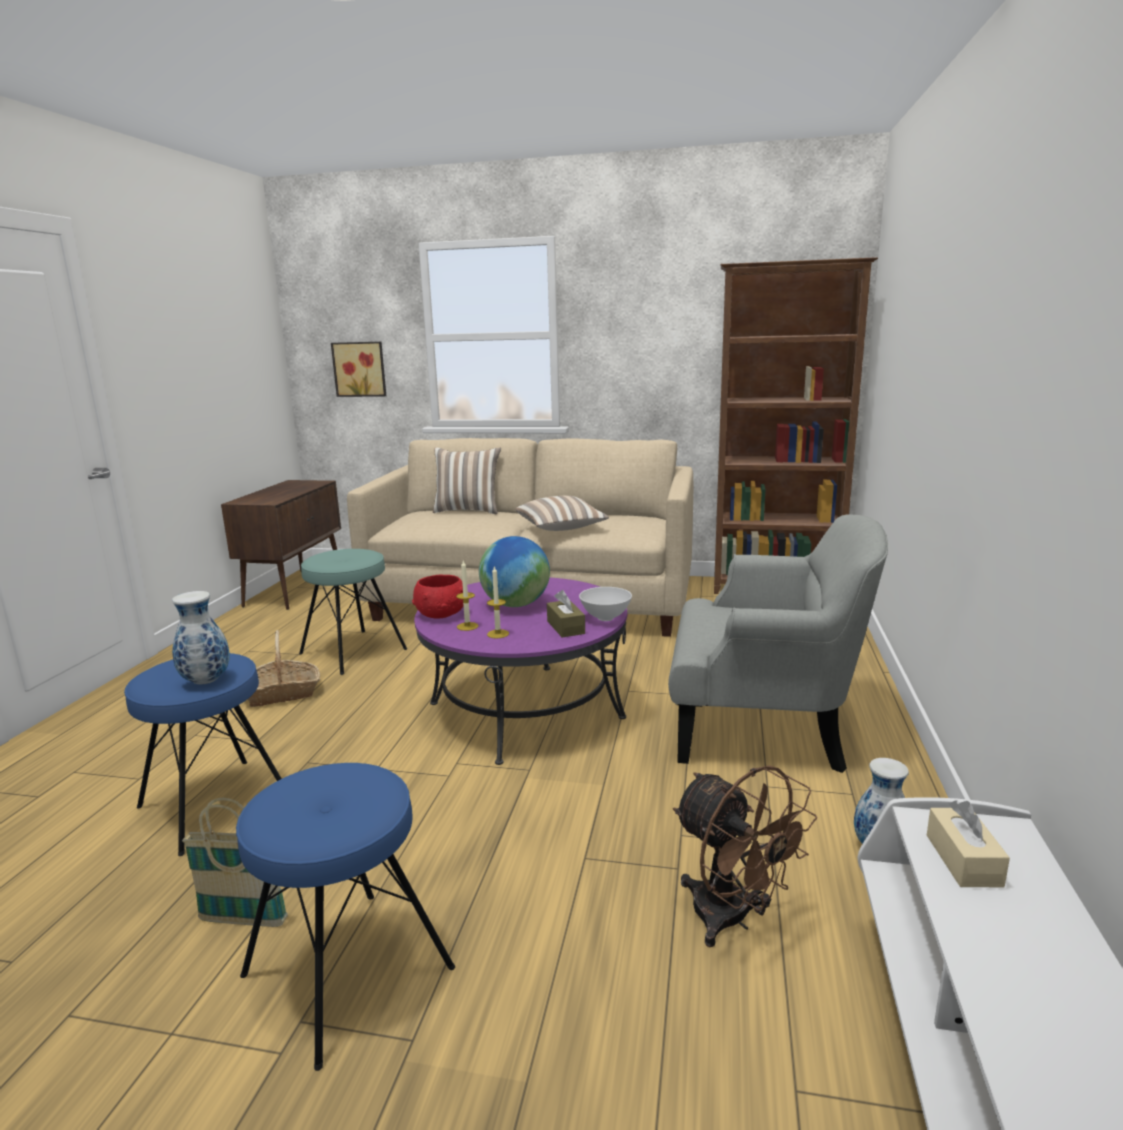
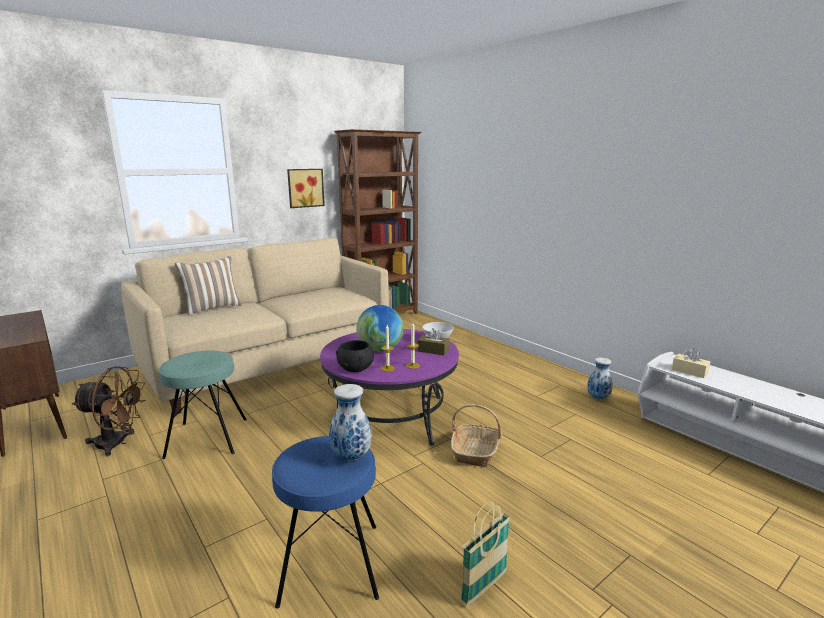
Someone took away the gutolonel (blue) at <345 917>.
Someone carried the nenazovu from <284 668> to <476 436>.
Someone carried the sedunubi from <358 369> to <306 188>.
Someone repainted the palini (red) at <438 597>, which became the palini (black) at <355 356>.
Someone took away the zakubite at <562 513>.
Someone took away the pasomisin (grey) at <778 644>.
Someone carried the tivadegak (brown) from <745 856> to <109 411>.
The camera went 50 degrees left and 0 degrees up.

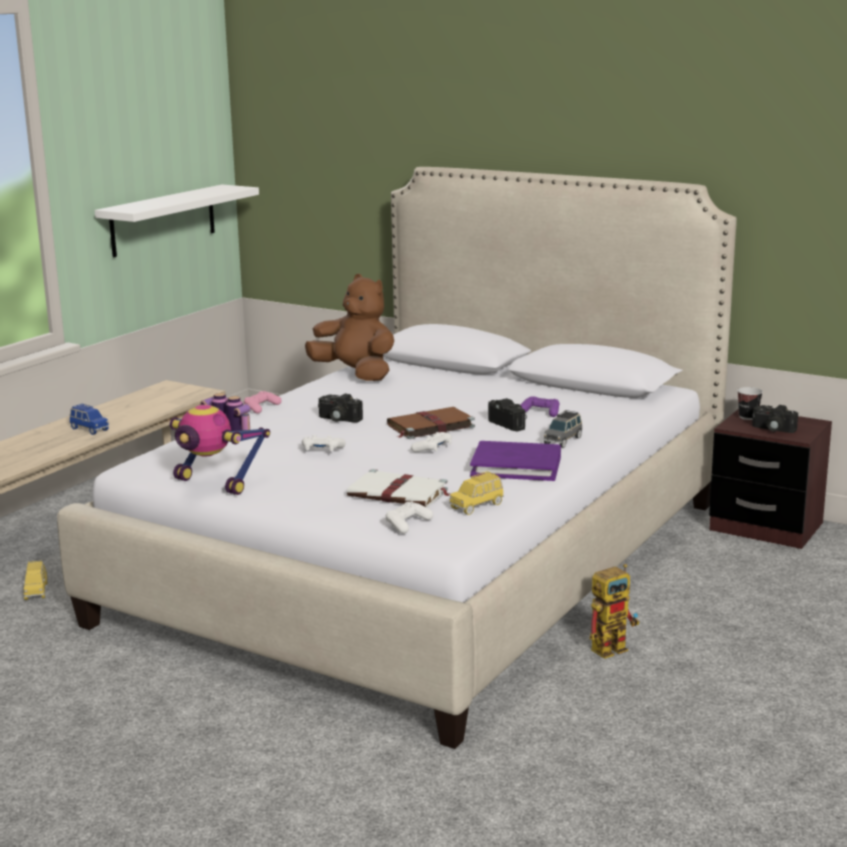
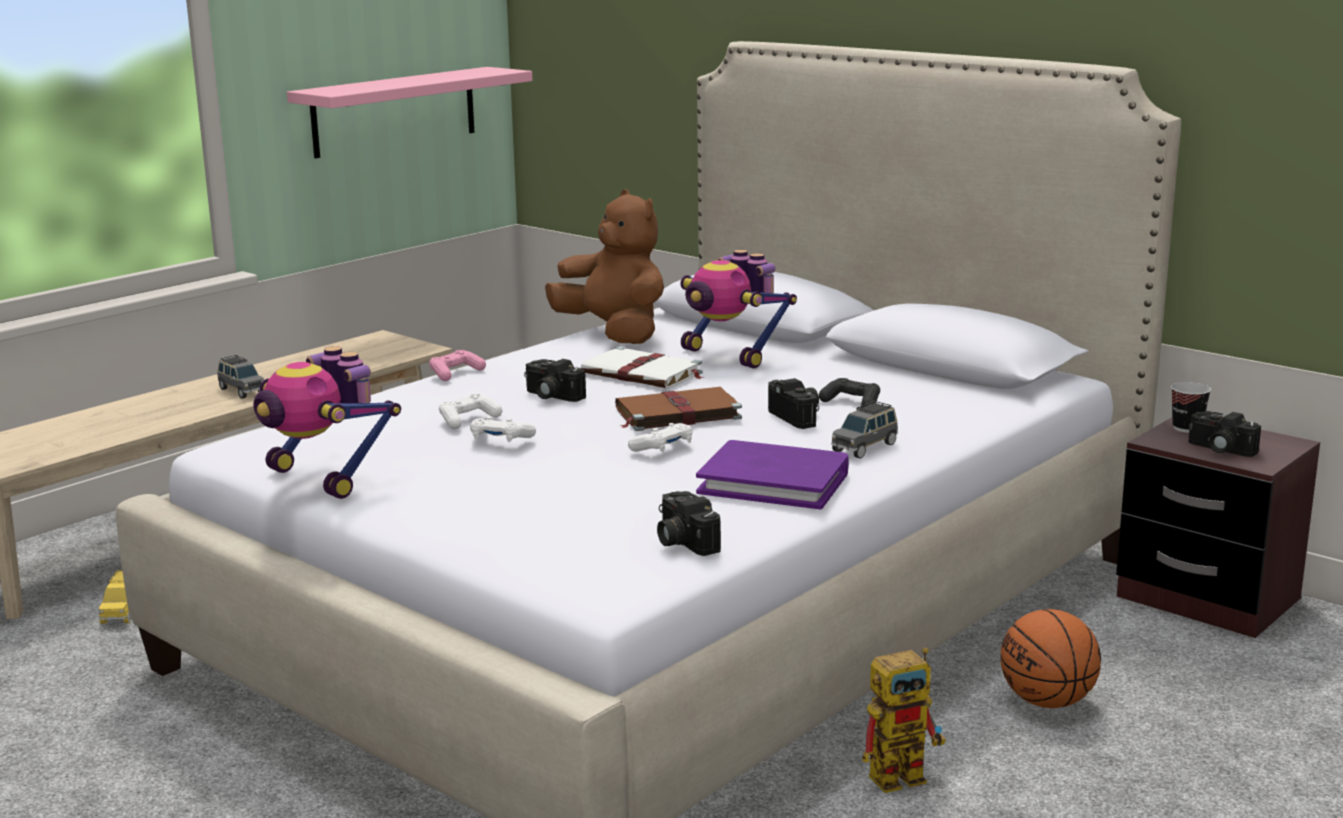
Someone repainted the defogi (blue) at <89 419>, which became the defogi (grey) at <241 377>.
Someone repainted the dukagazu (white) at <176 220>, which became the dukagazu (pink) at <409 112>.
Someone carried the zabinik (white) from <398 488> to <642 367>.
Someone carried the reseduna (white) from <409 518> to <470 411>.
Someone swapped the defogi (yellow) at <476 493> for the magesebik at <689 523>.
Someone repainted the reseduna (purple) at <540 406>, which became the reseduna (black) at <849 393>.
Someone put down the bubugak at <738 309>.
Someone put down the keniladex at <1050 658>.
The camera went 10 degrees right and 0 degrees up.

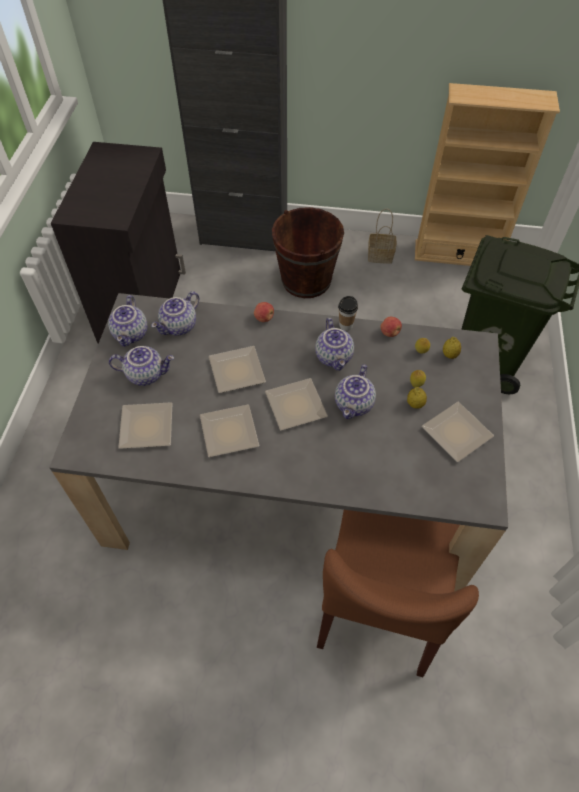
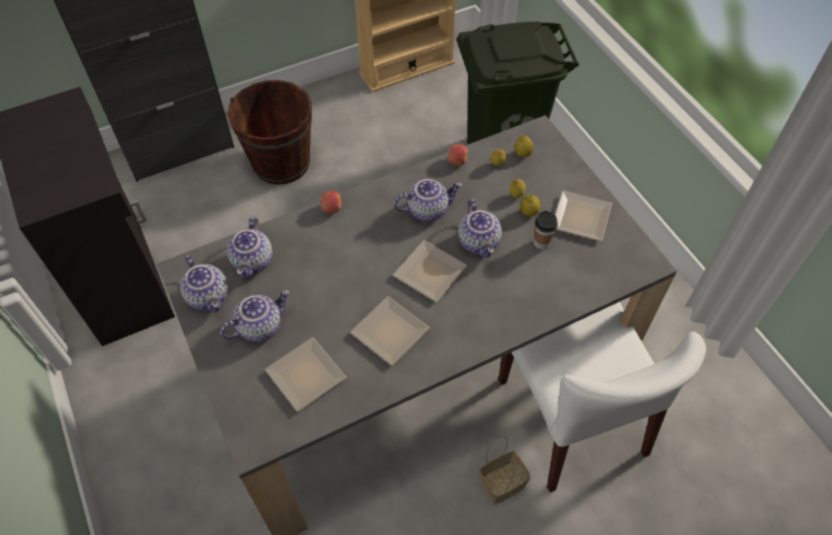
Someone took away the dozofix at <237 369>.
Someone rotated the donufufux at <334 344> by 60 degrees counterclockwise.
Someone repainted the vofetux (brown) at <398 593>, which became the vofetux (white) at <602 397>.
Someone carried the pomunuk from <348 313> to <546 230>.
Someone carried the nenazovu from <382 236> to <505 470>.
The camera went 35 degrees left and 0 degrees up.

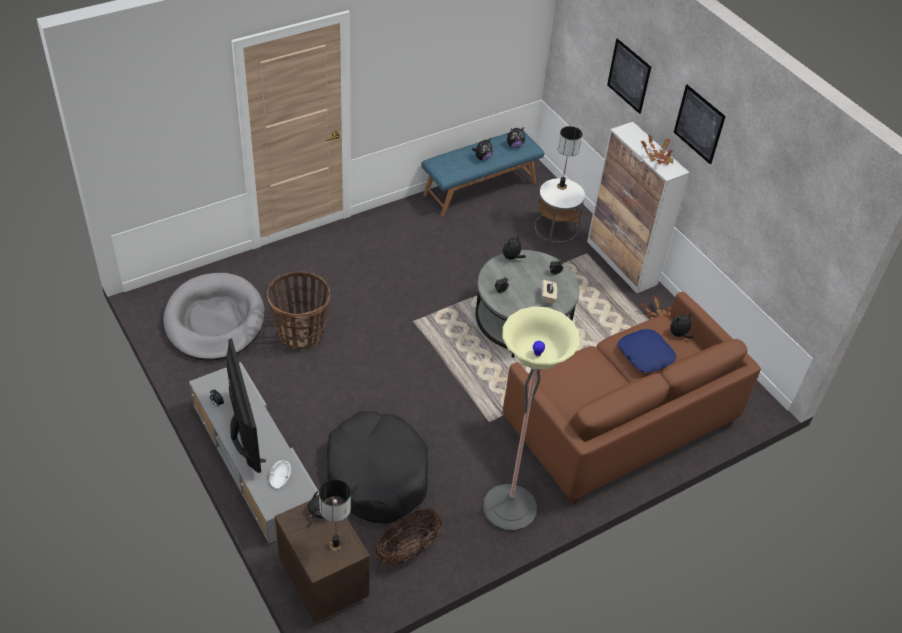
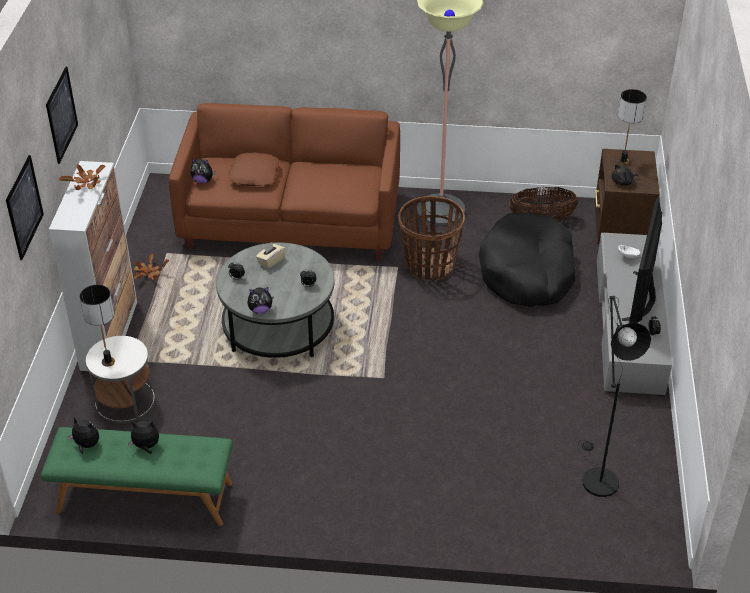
Someone swapped the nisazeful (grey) at <214 317> for the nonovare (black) at <614 396>.
Someone carried the nenazovu from <298 310> to <431 238>.
Someone repainted the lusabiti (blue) at <482 174>, which became the lusabiti (green) at <137 476>.
Someone repainted the zakubite (blue) at <647 350>, which became the zakubite (brown) at <254 169>.
The camera went 140 degrees left and 5 degrees down.

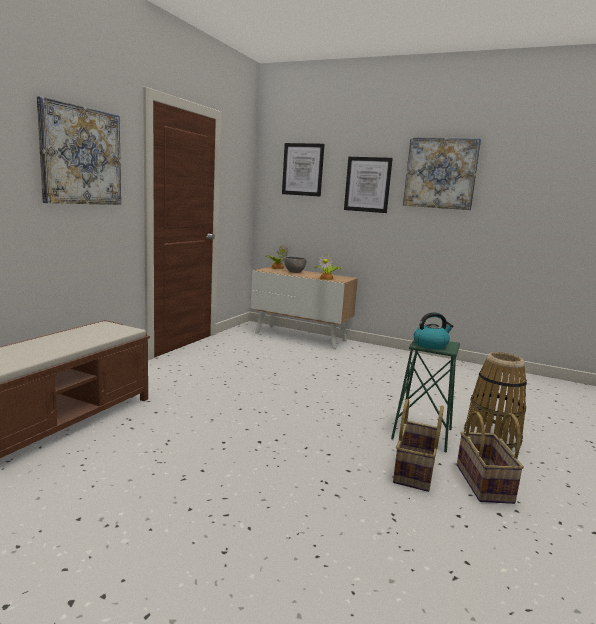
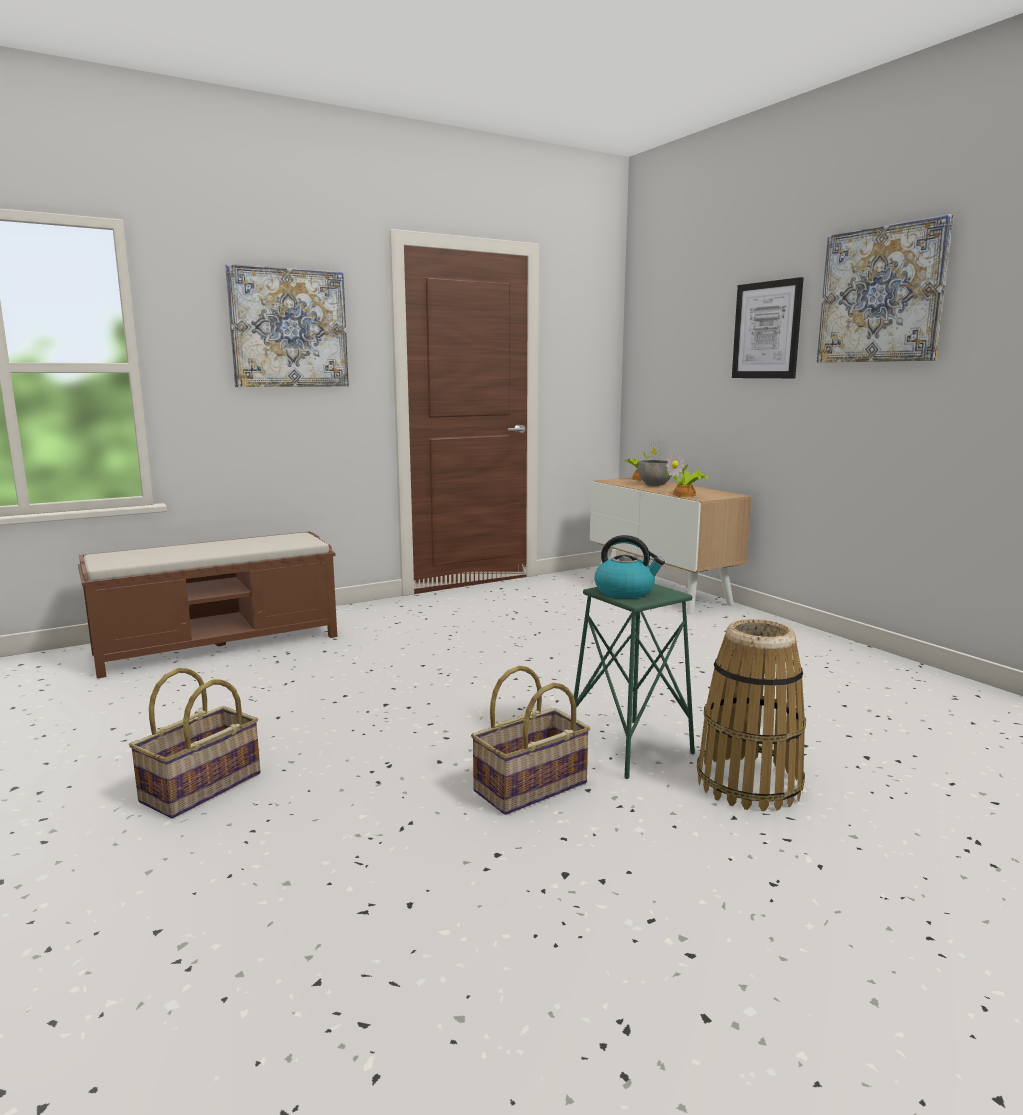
Someone took away the sedunubi at <303 170>.
Someone carried the nenazovu from <490 457> to <195 743>.
The camera went 35 degrees right and 0 degrees up.

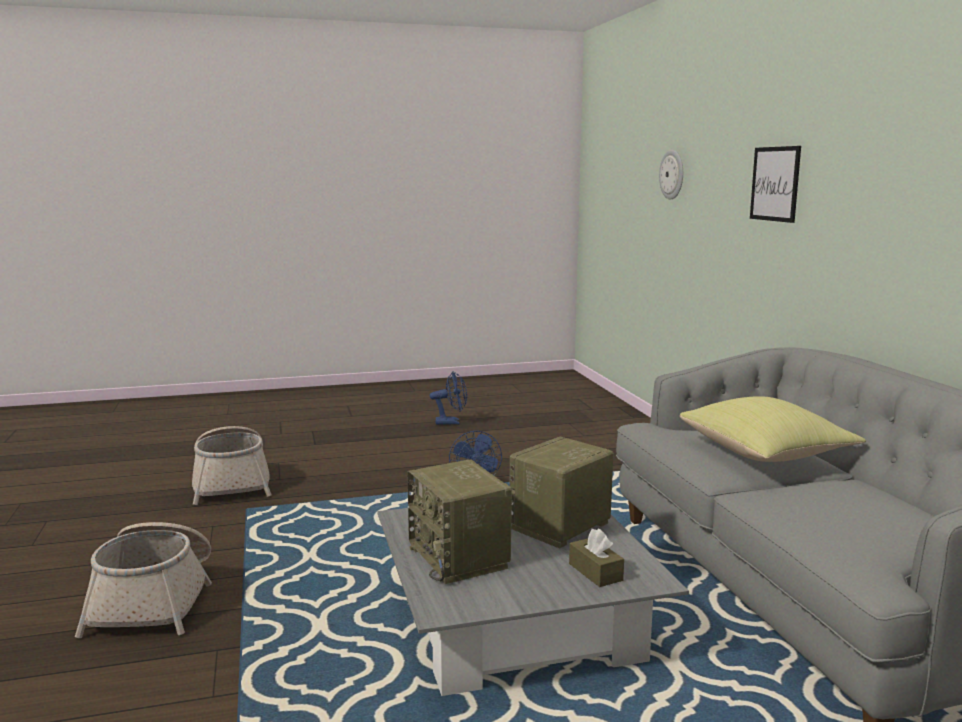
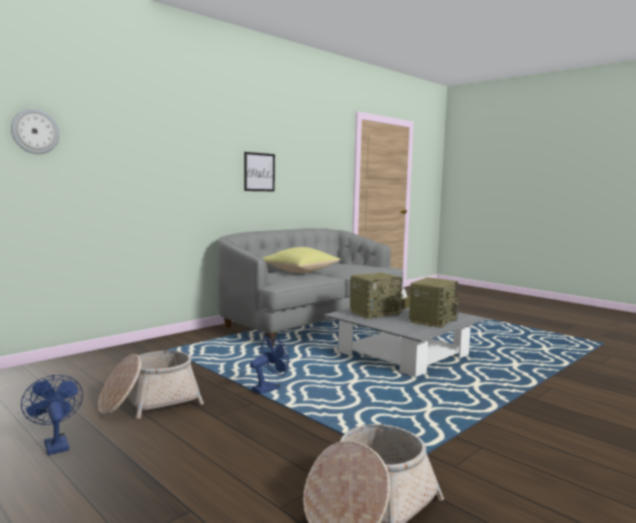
Someone carried the nenazovu from <143 580> to <151 384>.
Someone rotated the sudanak at <561 493> by 45 degrees counterclockwise.
Someone carried the sedunubi from <775 184> to <259 171>.
The camera went 120 degrees left and 5 degrees down.

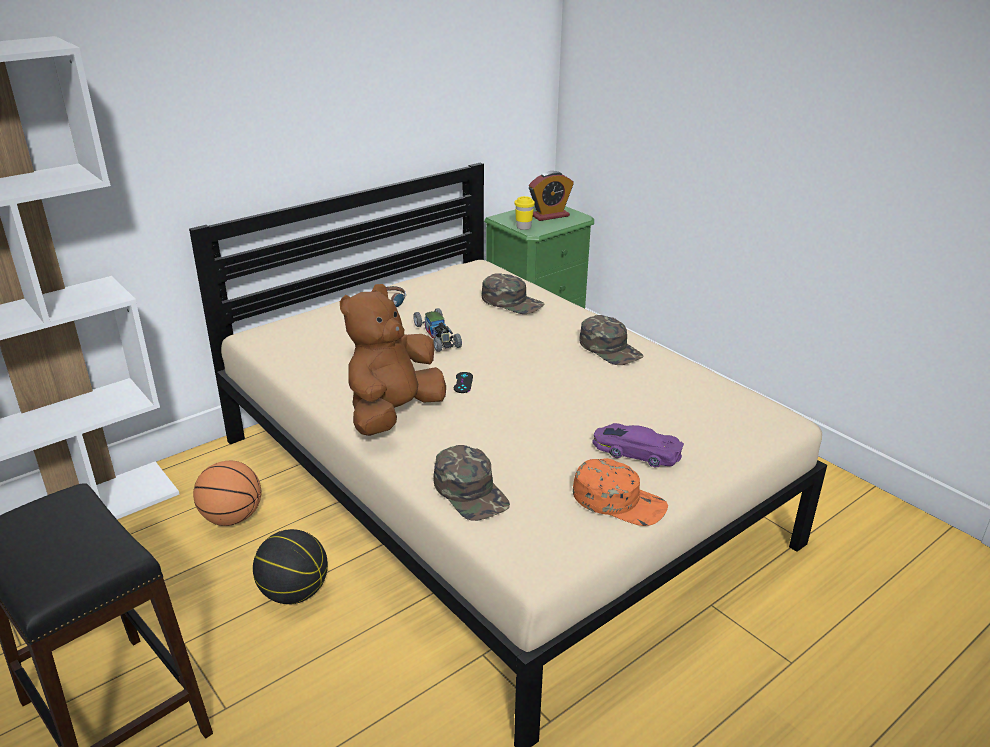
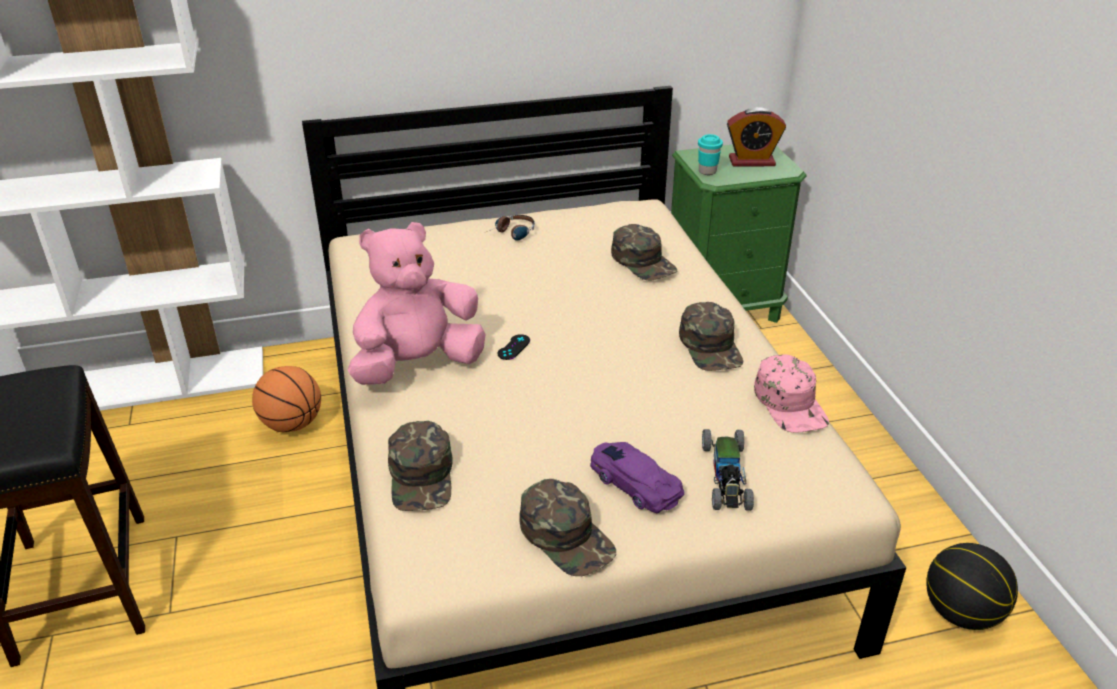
Someone carried the keniladex from <290 566> to <972 586>.
Someone repainted the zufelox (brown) at <393 360>, which became the zufelox (pink) at <416 303>.
Someone carried the defogi from <437 330> to <728 470>.
Someone repainted the pomunuk (yellow) at <524 213>, which became the pomunuk (turquoise) at <710 154>.
Someone repainted the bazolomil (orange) at <620 492>, which became the bazolomil (green) at <567 527>.
Someone put down the bazolomil (pink) at <791 393>.
The camera went 25 degrees right and 5 degrees up.

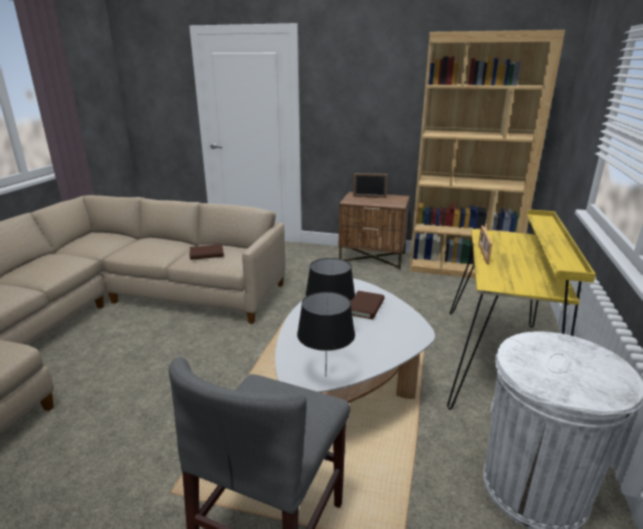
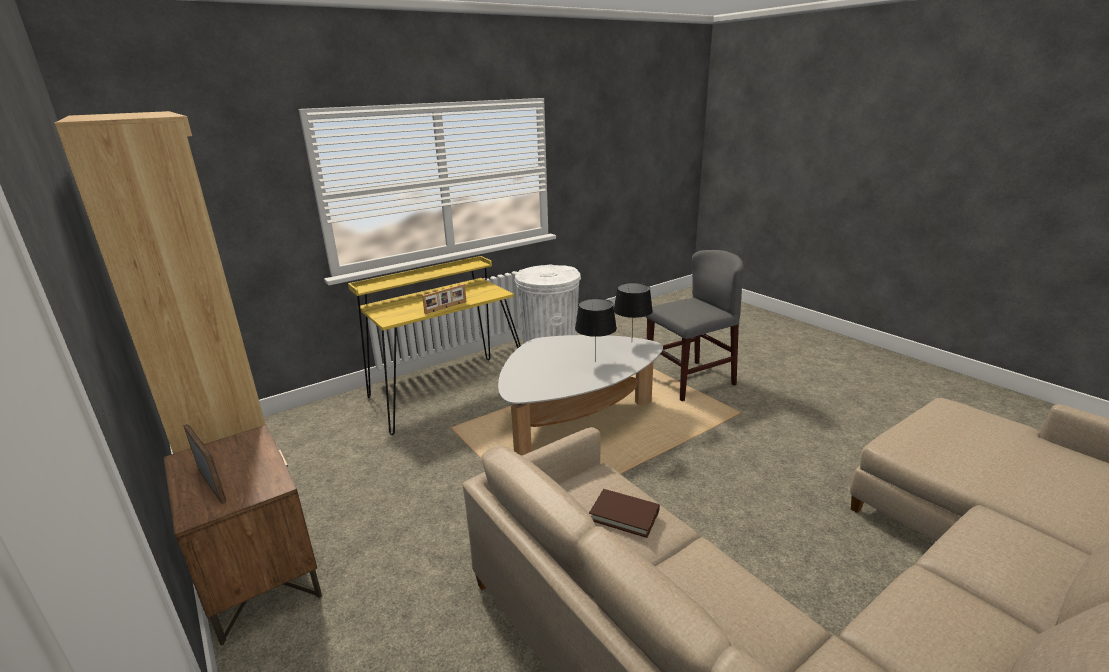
Someone took away the zabinik (brown) at <367 305>.
The camera went 140 degrees left and 0 degrees up.

